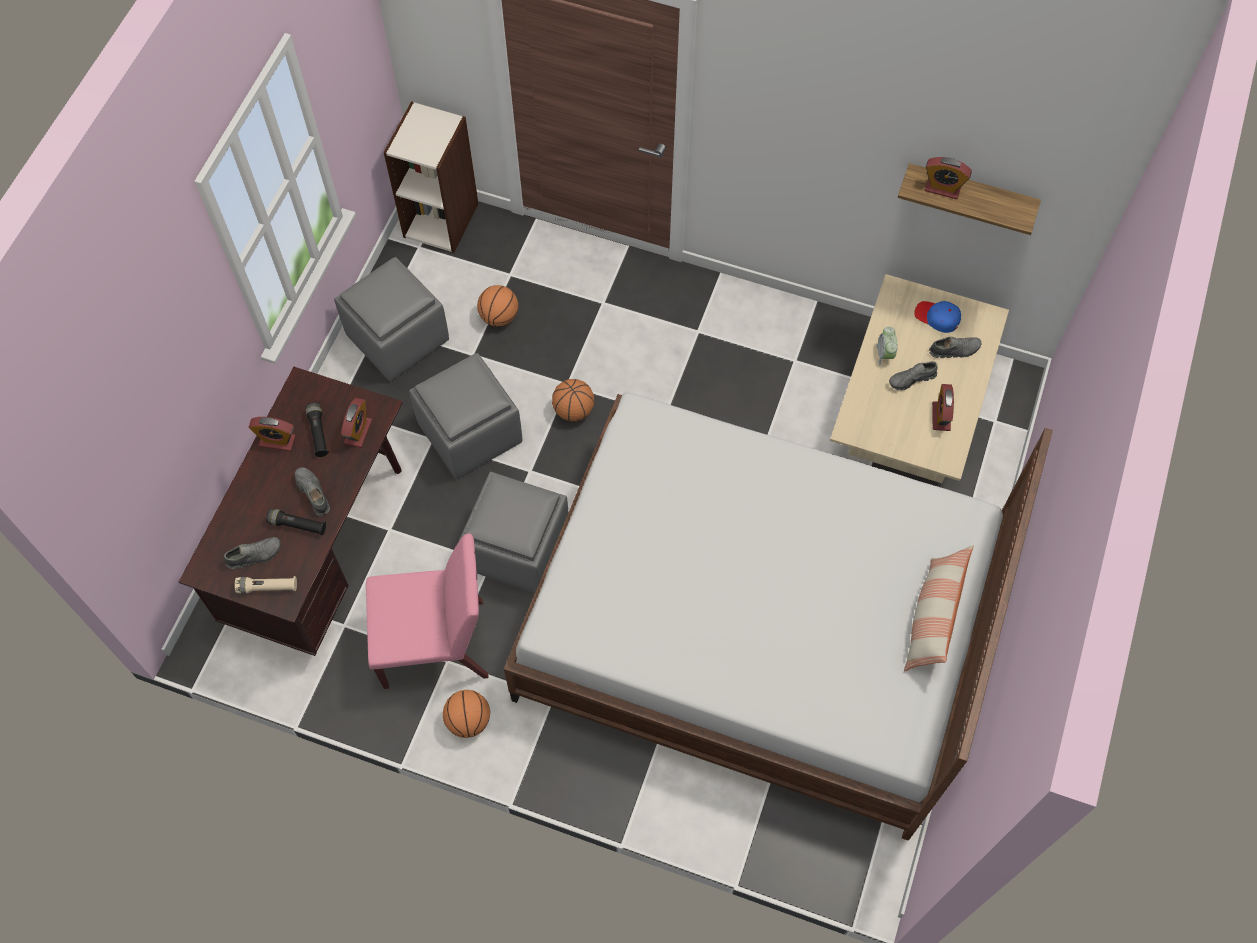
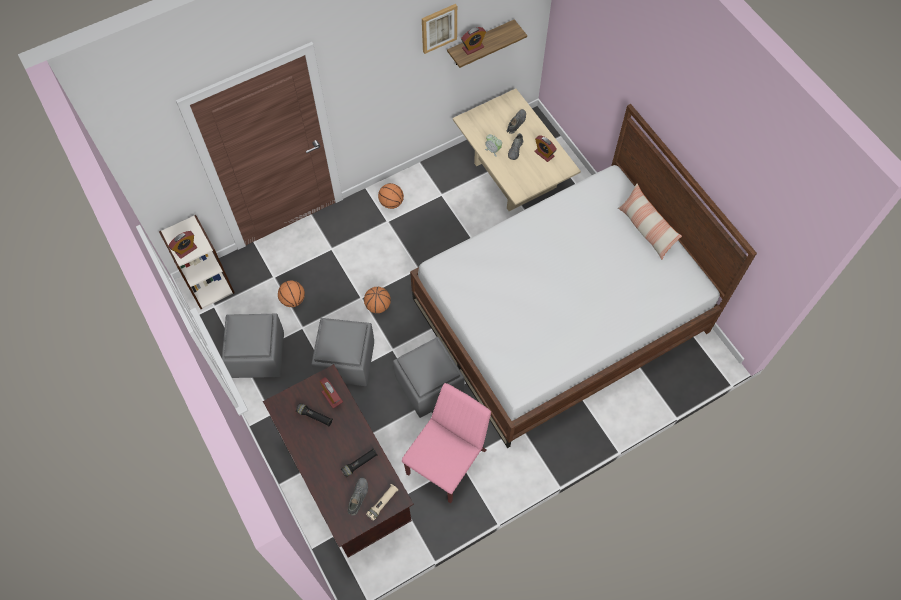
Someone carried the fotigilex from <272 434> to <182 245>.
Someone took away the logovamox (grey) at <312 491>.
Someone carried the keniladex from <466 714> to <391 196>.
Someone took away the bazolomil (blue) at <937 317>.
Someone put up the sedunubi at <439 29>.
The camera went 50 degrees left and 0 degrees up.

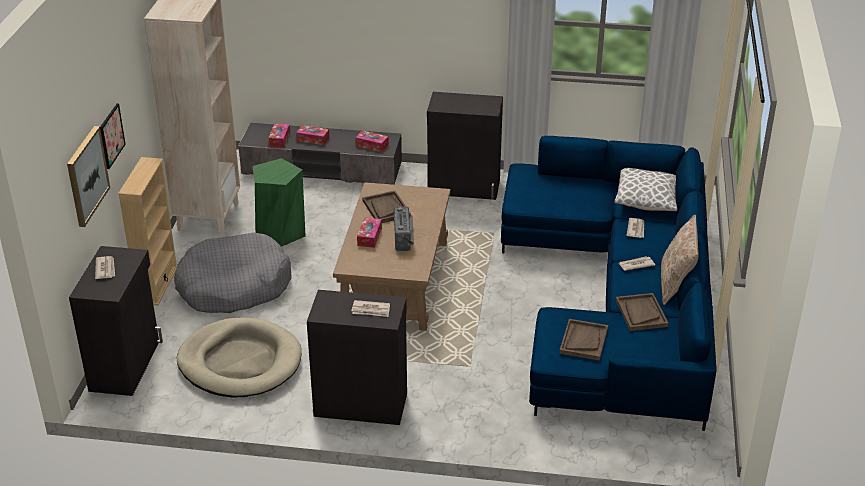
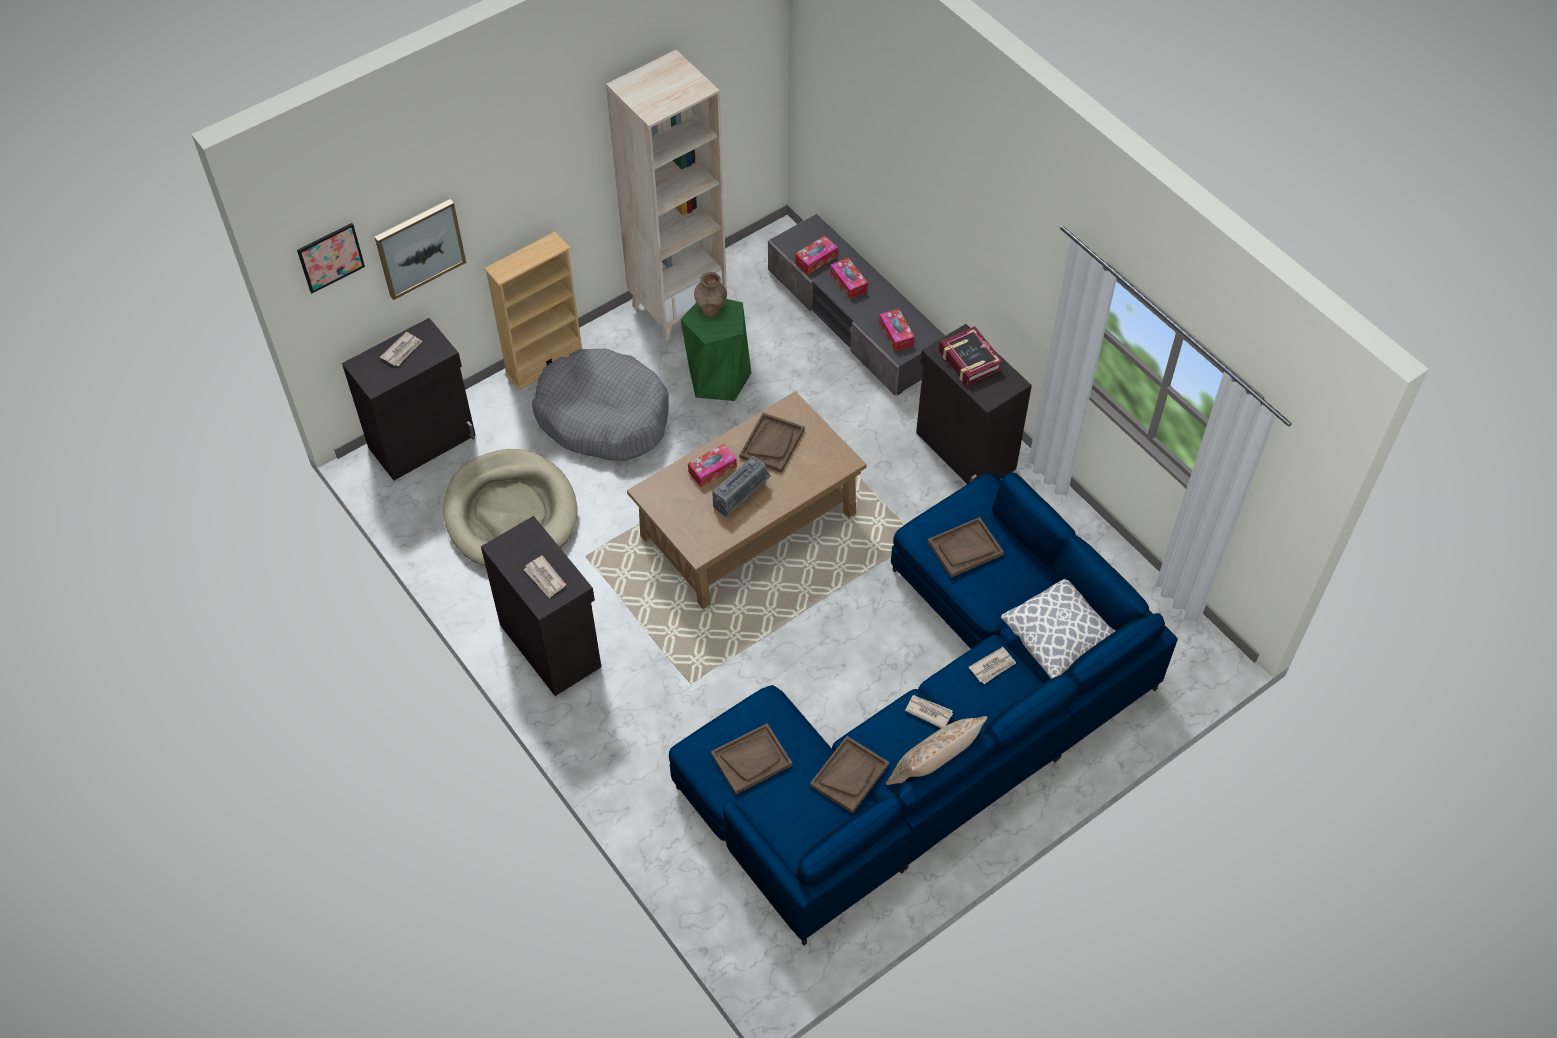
Someone carried the sedunubi from <113 136> to <331 258>.
Someone put down the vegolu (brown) at <710 295>.
Someone put down the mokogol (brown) at <966 547>.
Someone put down the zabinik at <971 356>.
The camera went 45 degrees right and 20 degrees up.

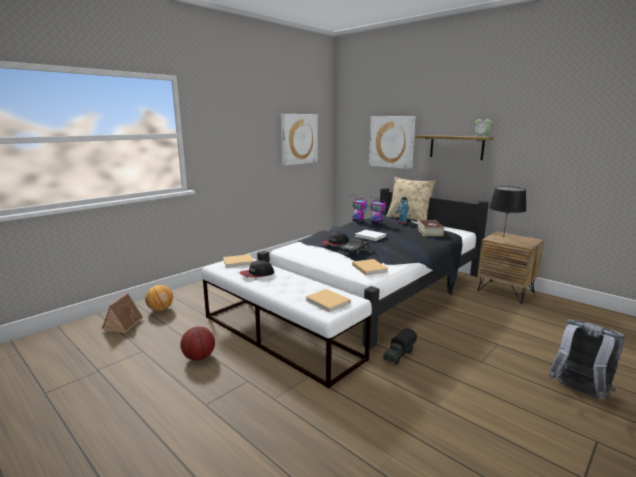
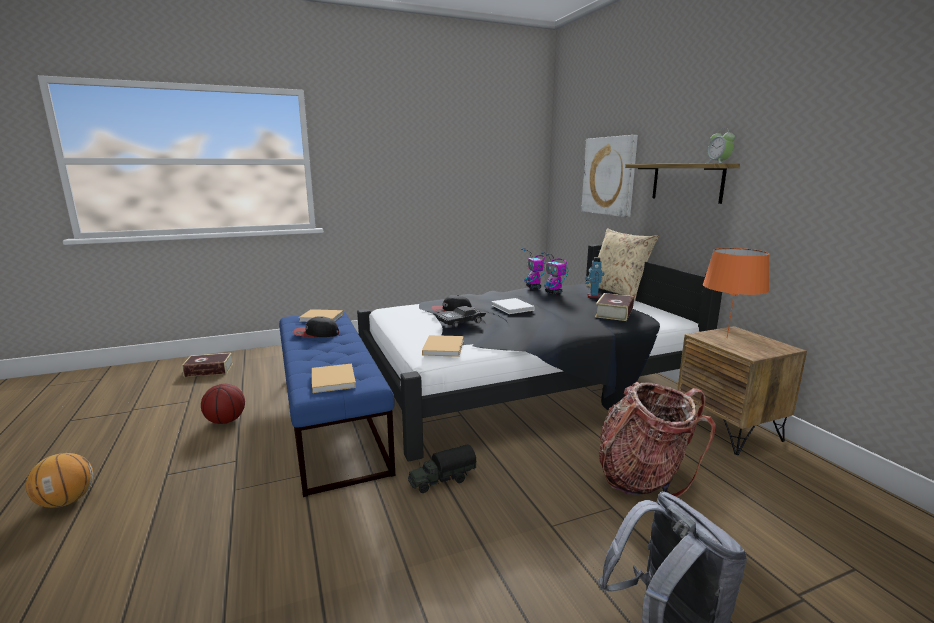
Someone swapped the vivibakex at <123 313> for the zabinik at <207 365>.
Someone carried the keniladex from <159 298> to <59 480>.
Someone repainted the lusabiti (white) at <286 324>, which became the lusabiti (blue) at <337 404>.
Someone took away the sedunubi at <299 140>.
Someone repainted the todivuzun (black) at <508 212>, which became the todivuzun (orange) at <736 293>.
Someone put down the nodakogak at <657 440>.
The camera went 25 degrees right and 0 degrees up.

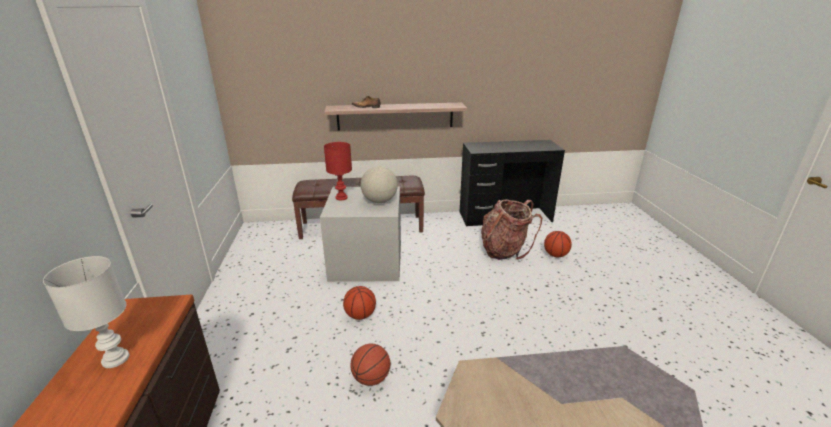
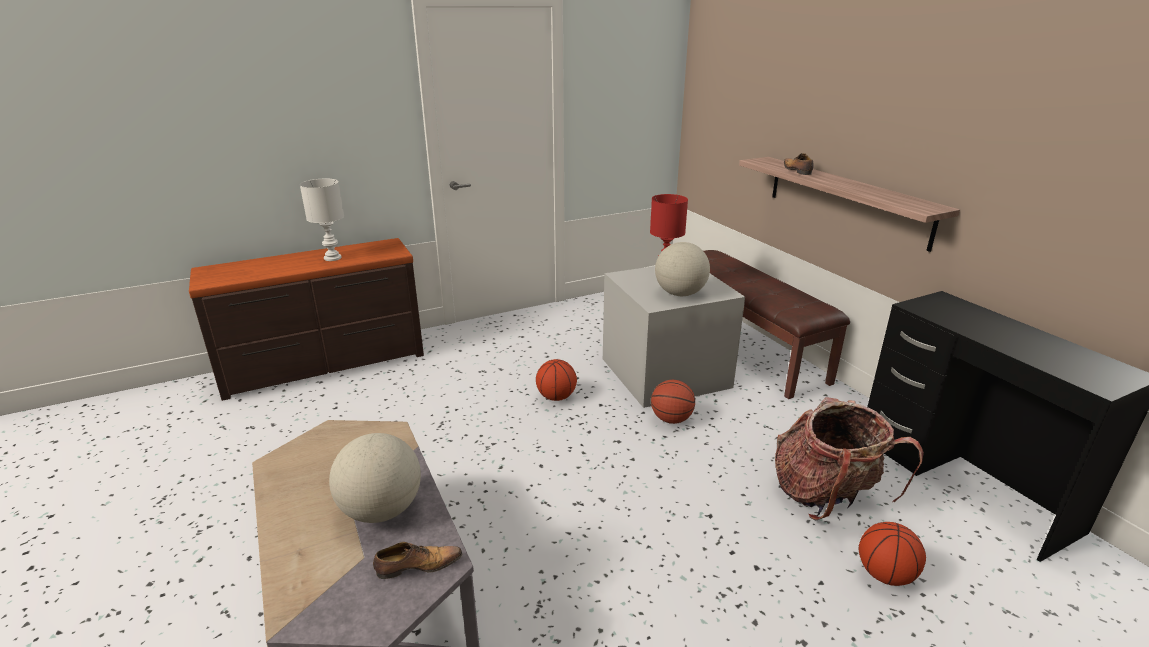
Someone carried the keniladex from <370 365> to <673 402>.
Someone put down the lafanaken at <375 478>.
Someone put down the logovamox at <417 560>.
The camera went 70 degrees right and 0 degrees up.

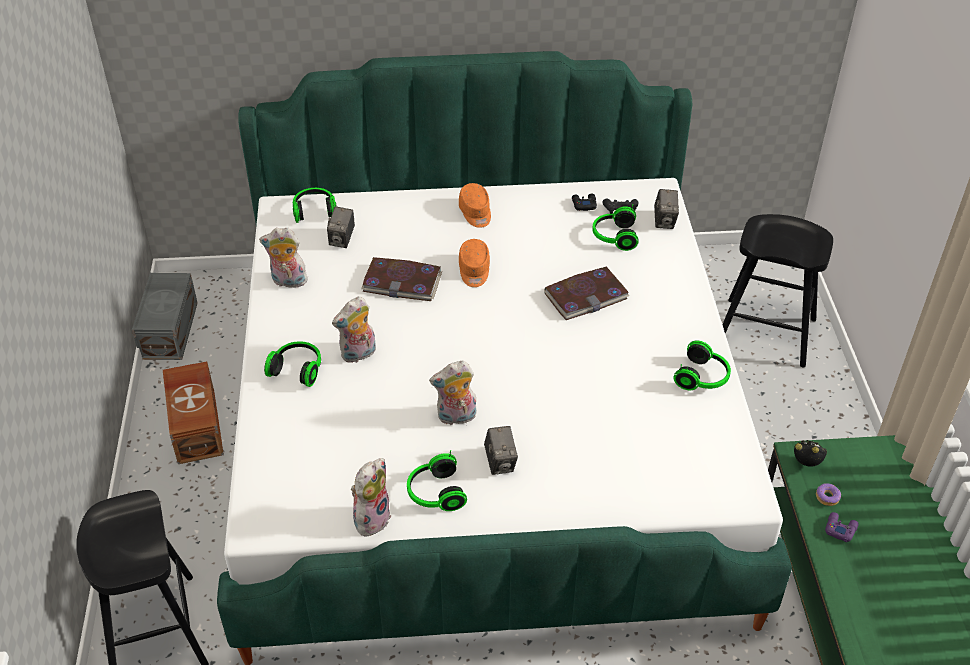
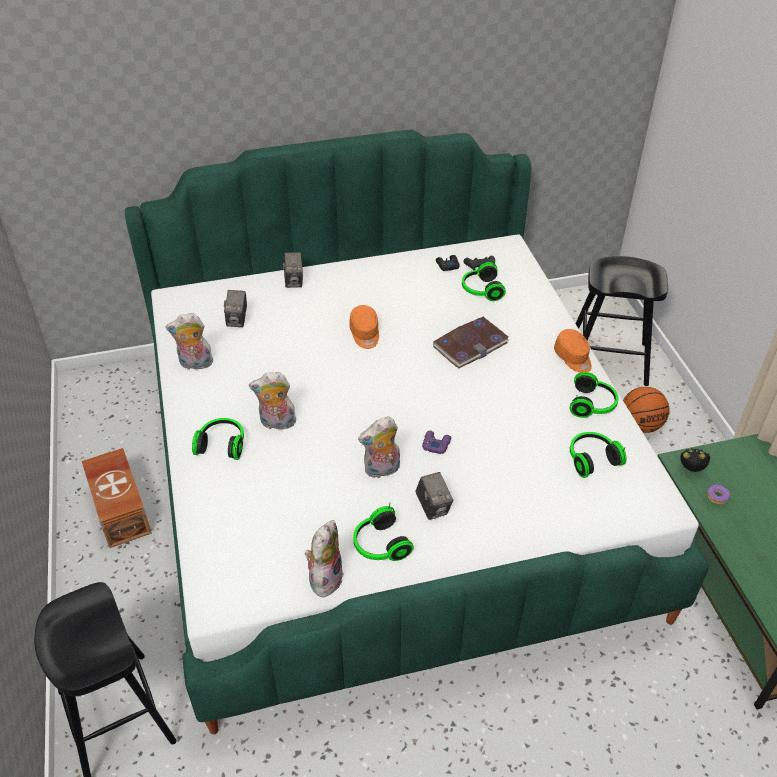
Someone took away the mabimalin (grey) at <165 316>.
Someone carried the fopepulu from <315 205> to <598 455>.
Someone rotated the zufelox at <354 329> by 45 degrees clockwise.
Someone took away the zabinik at <401 279>.
Someone carried the bazolomil (orange) from <475 205> to <573 351>.
Someone carried the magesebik from <666 209> to <293 270>.
Someone carried the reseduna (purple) from <841 527> to <436 442>.
Someone put down the keniladex at <646 410>.
The camera went 10 degrees left and 0 degrees up.

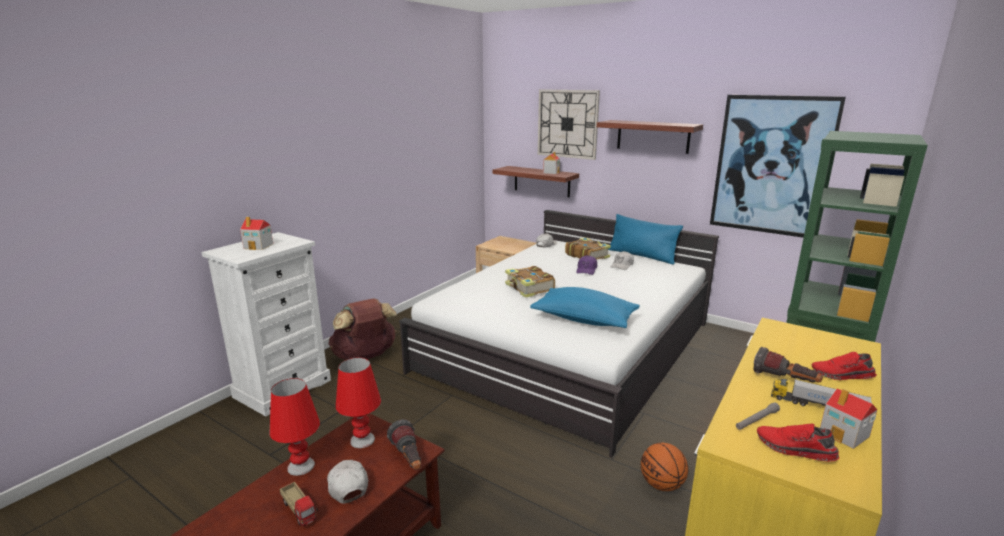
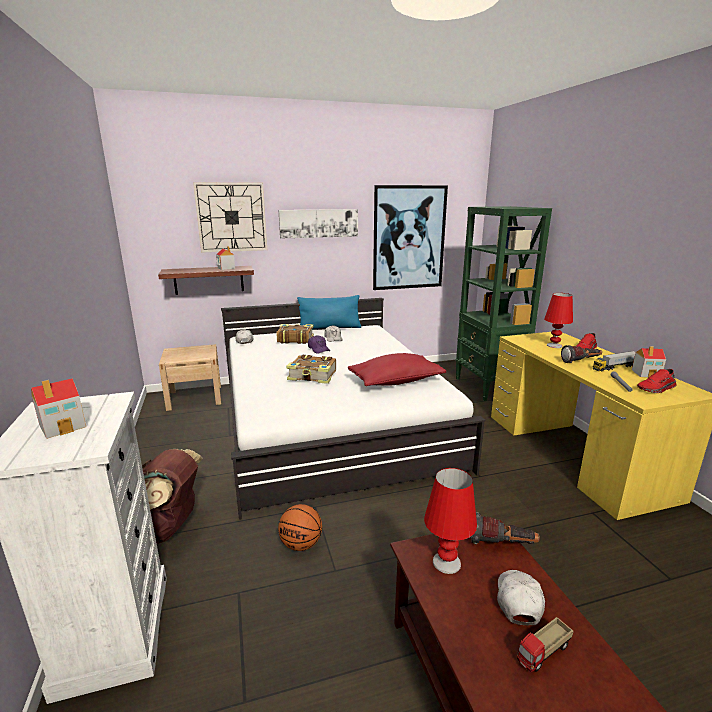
Someone carried the todivuzun (red) from <294 427> to <558 320>.
Someone rotated the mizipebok at <299 504> by 150 degrees clockwise.
Someone rotated the bazolomil (white) at <348 482> by 90 degrees clockwise.
Someone repainted the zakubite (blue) at <585 307>, which became the zakubite (red) at <397 369>.
Someone swapped the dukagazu at <650 137> for the sedunubi at <318 224>.
Someone carried the keniladex from <664 467> to <300 527>.
The camera went 50 degrees left and 0 degrees up.

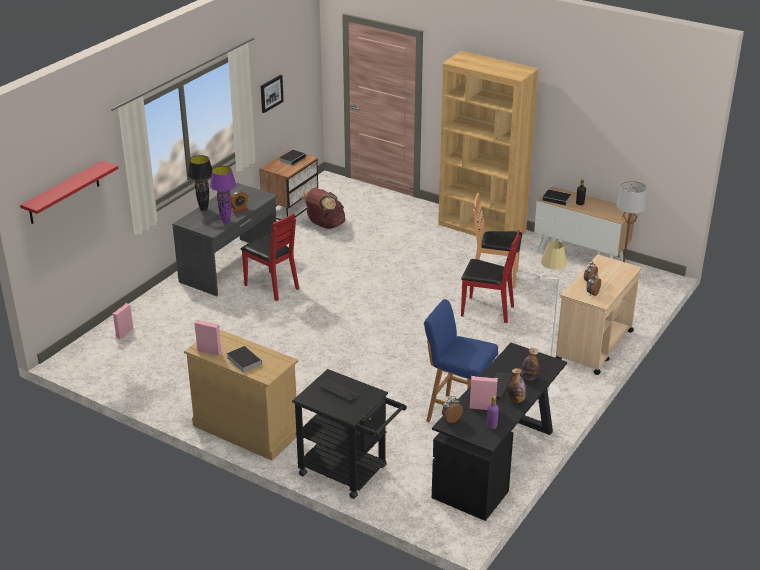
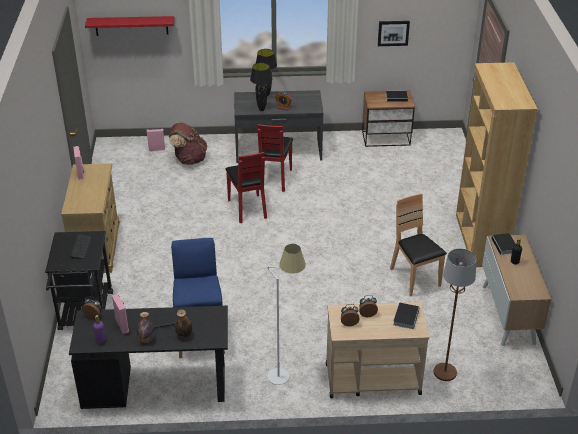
Someone repainted the todivuzun (purple) at <223 194>, which became the todivuzun (black) at <261 87>.
Someone carried the zabinik from <244 359> to <406 316>.
Someone carried the nodakogak (brown) from <323 208> to <188 143>.
Someone carried the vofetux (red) from <491 276> to <246 187>.
The camera went 55 degrees right and 5 degrees up.

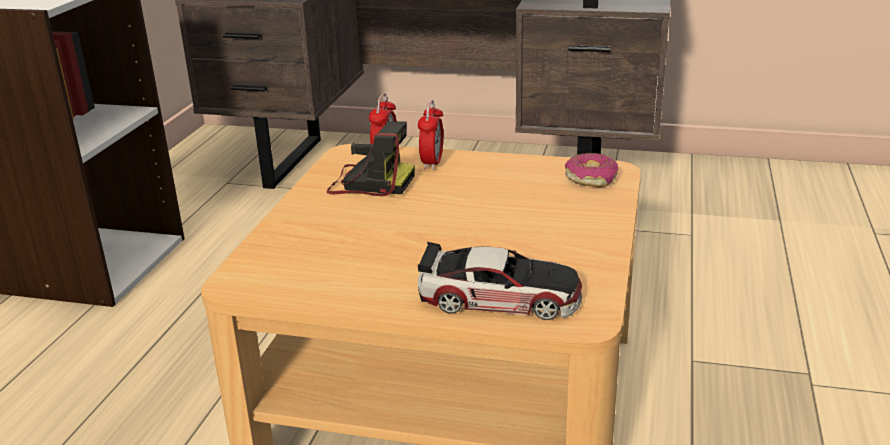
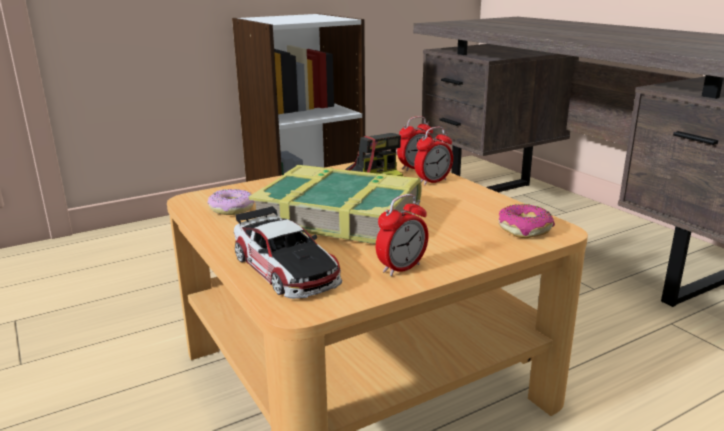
Someone put down the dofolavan at <231 202>.
Someone put down the zabinik at <335 204>.
Someone put down the fotigilex at <402 235>.
The camera went 45 degrees right and 5 degrees down.

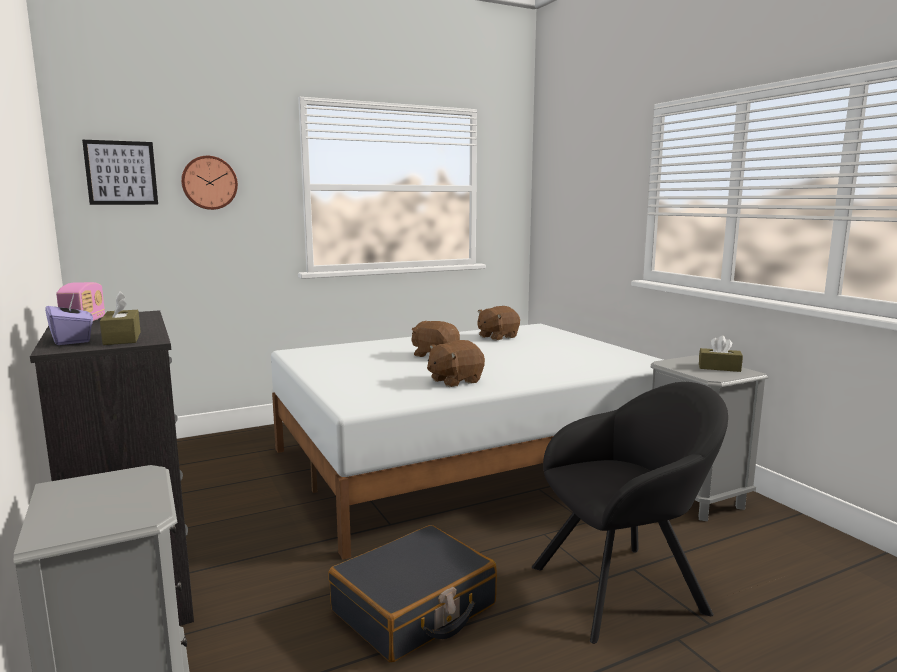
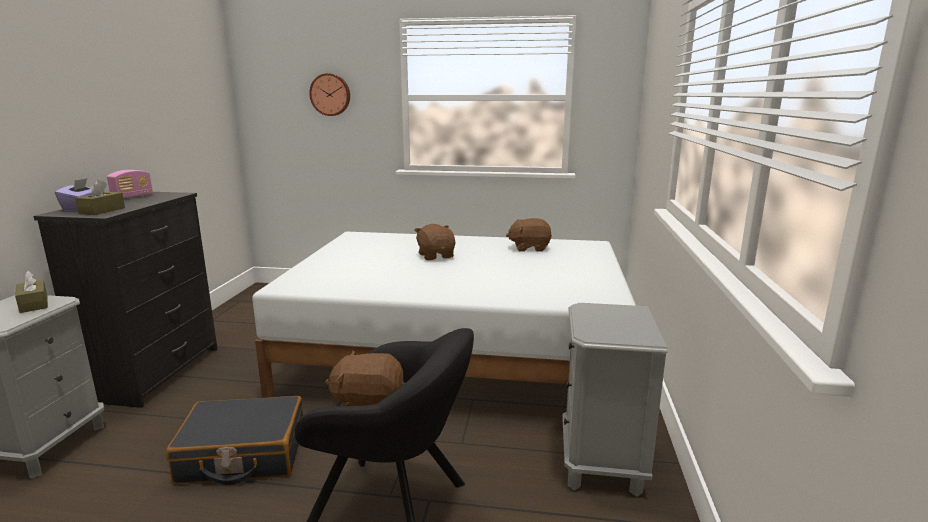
Someone took away the sedunubi at <120 172>.
Someone carried the zufelox (brown) from <456 363> to <365 378>.
Someone carried the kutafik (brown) from <721 354> to <31 292>.
The camera went 35 degrees right and 5 degrees up.

